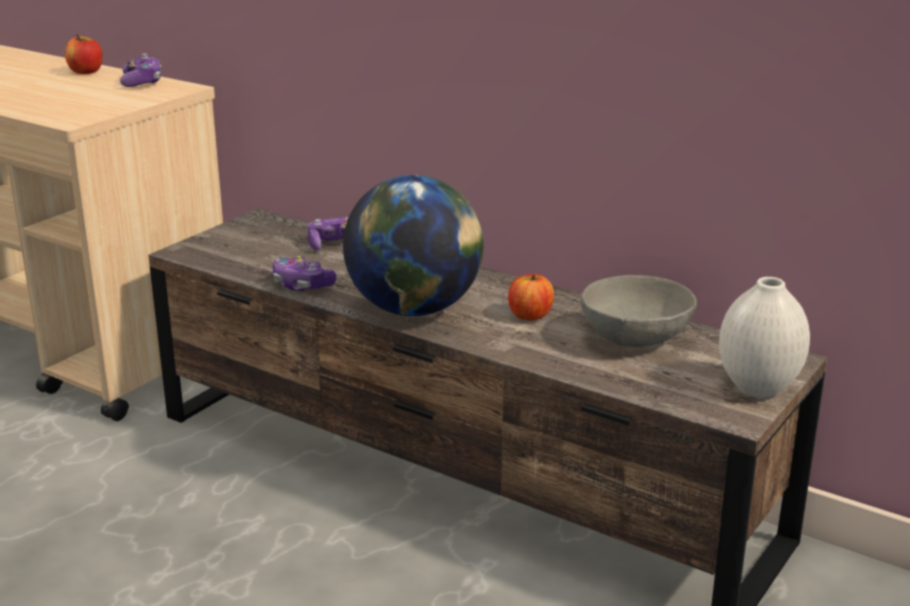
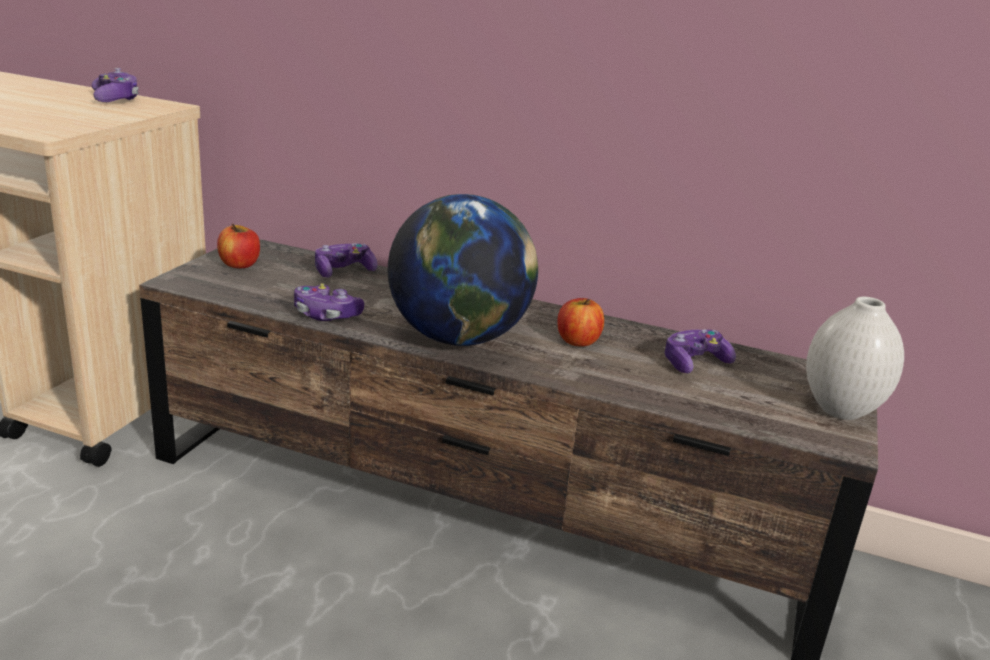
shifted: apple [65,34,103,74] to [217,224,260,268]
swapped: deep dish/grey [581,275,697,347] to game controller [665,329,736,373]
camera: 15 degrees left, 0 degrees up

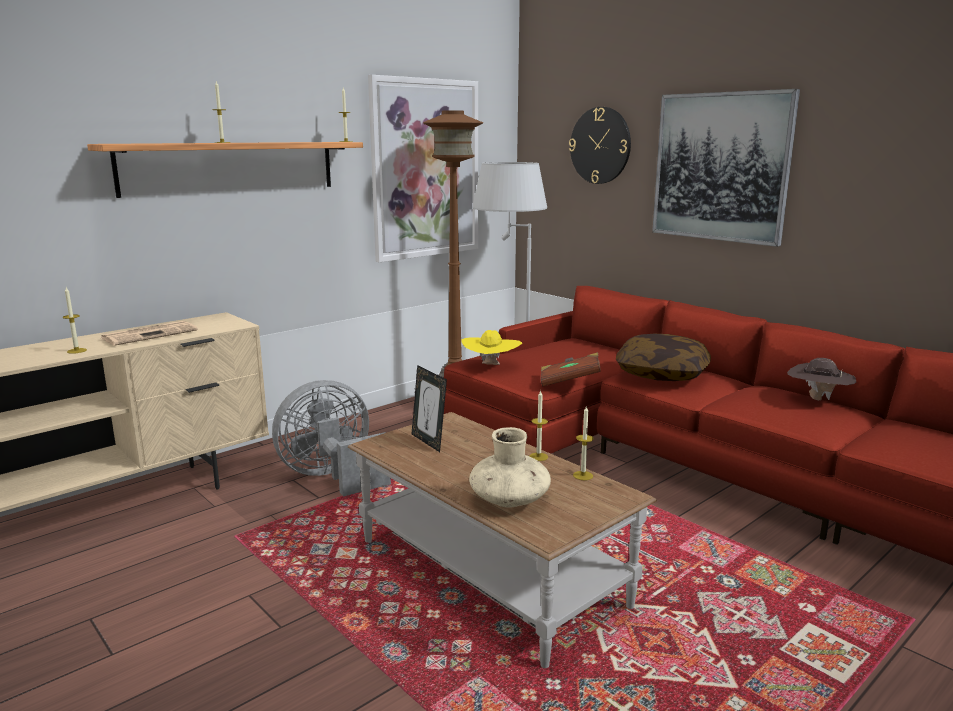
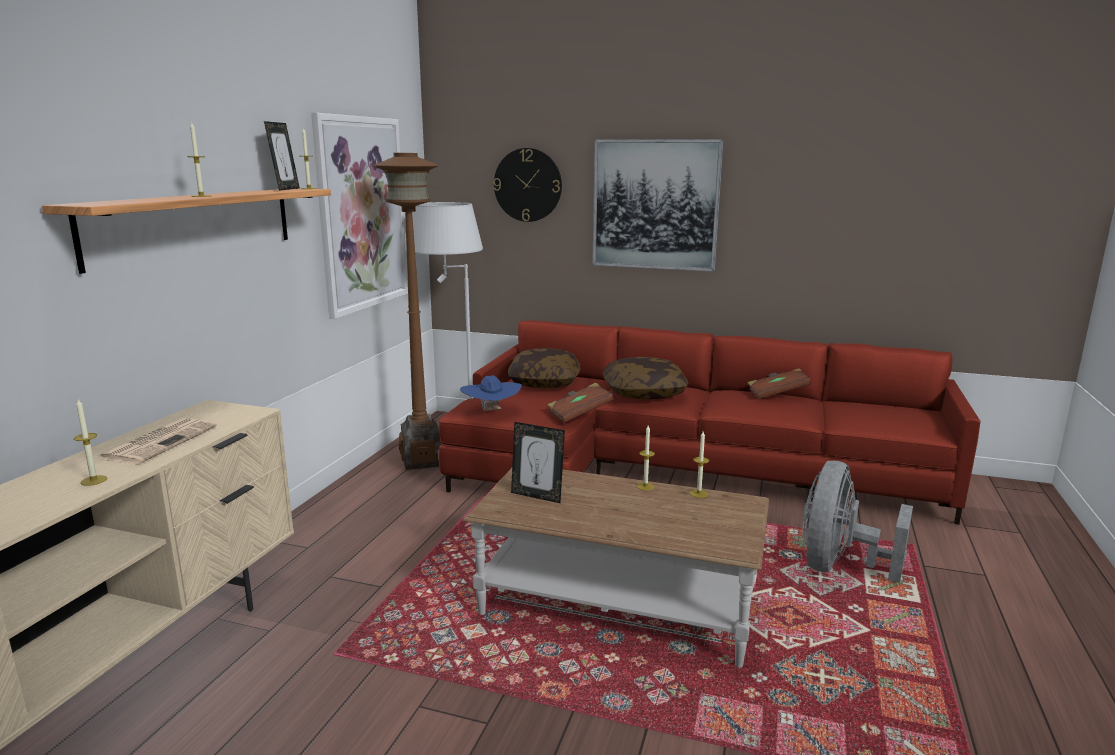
gone: decorative vase/beige-coloured [469,427,551,507]
new: photo frame [264,121,300,191]; cushion [508,348,580,389]
shifted: fan/grey [272,380,391,497] to [802,461,913,583]
swapped: wearable hat/brownish [787,358,856,400] to book/brownish [748,368,811,399]
repainted: wearable hat/yellow [461,330,522,365] to wearable hat/bluish [460,376,522,411]
camera: 30 degrees left, 0 degrees up

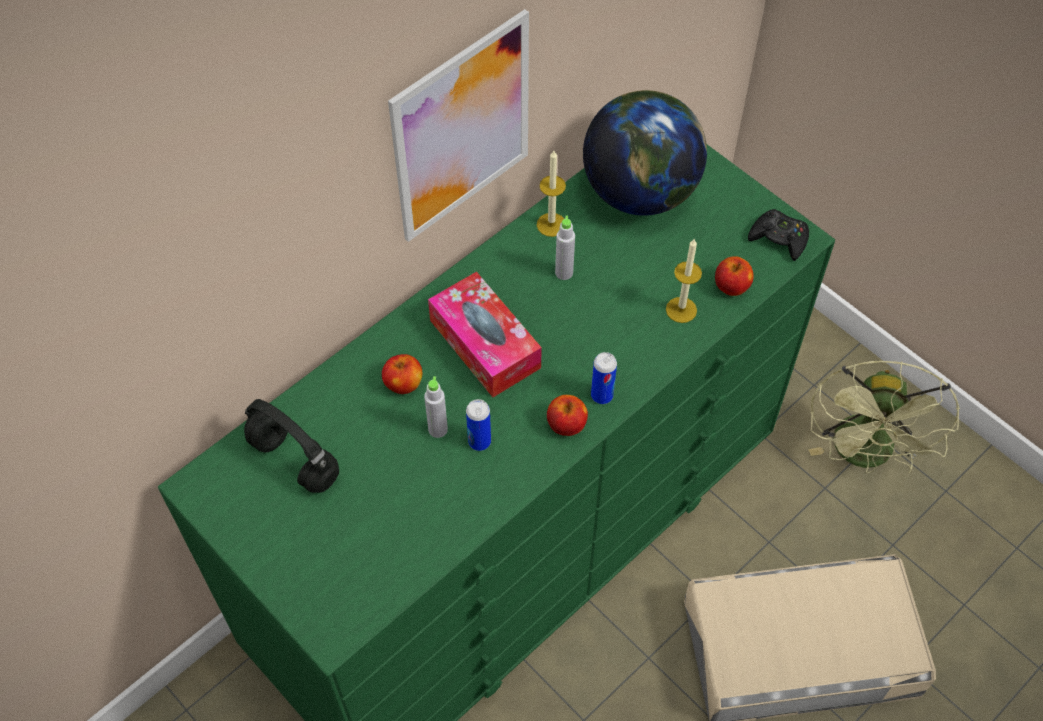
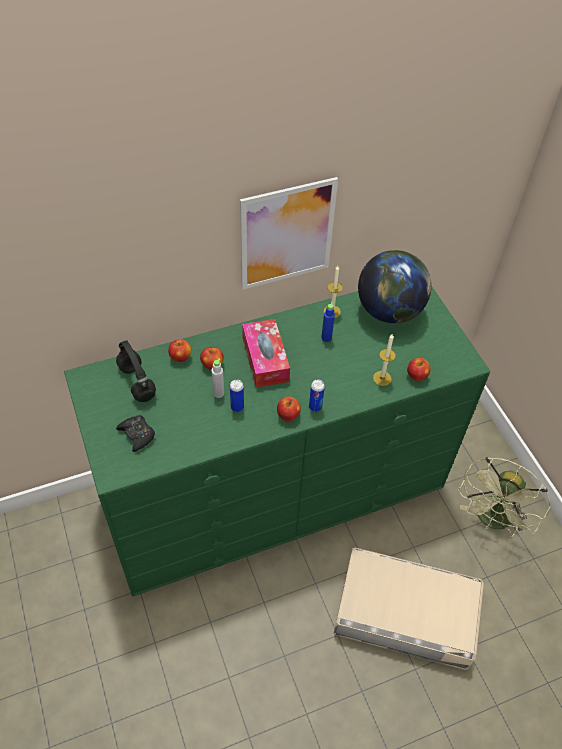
new: apple [168,339,191,362]
shifted: game controller/black [748,209,809,261] to [116,415,155,452]
repainted: drink bottle/grey [555,216,575,280] to drink bottle/bluish [321,303,335,342]
camera: 20 degrees right, 5 degrees down

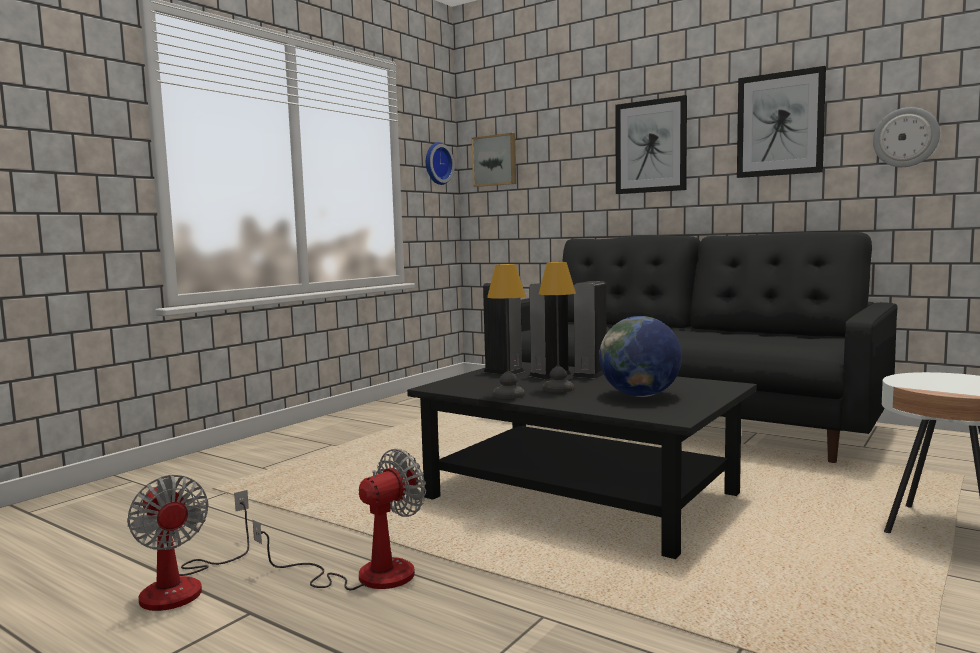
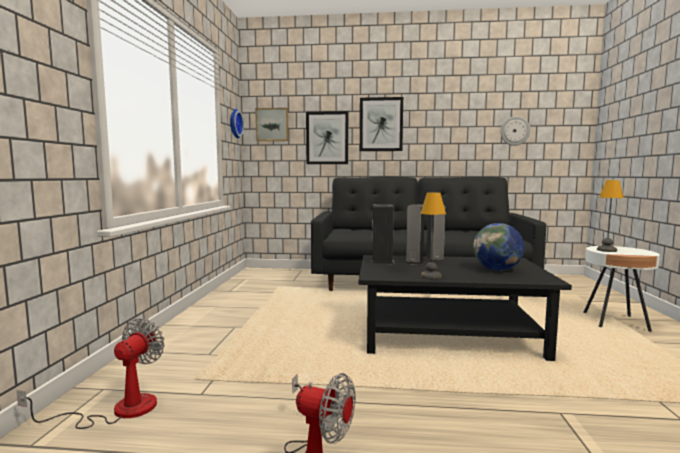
shifted: fan [253,449,426,590] to [16,318,165,429]; lamp for a table [539,262,576,393] to [597,180,624,252]; wall art [737,66,826,178] to [306,111,348,164]
camera: 30 degrees left, 0 degrees up

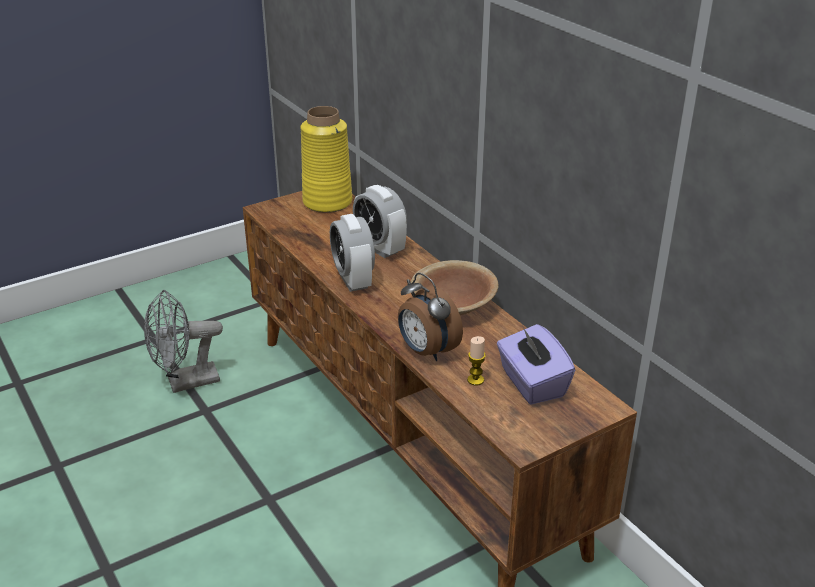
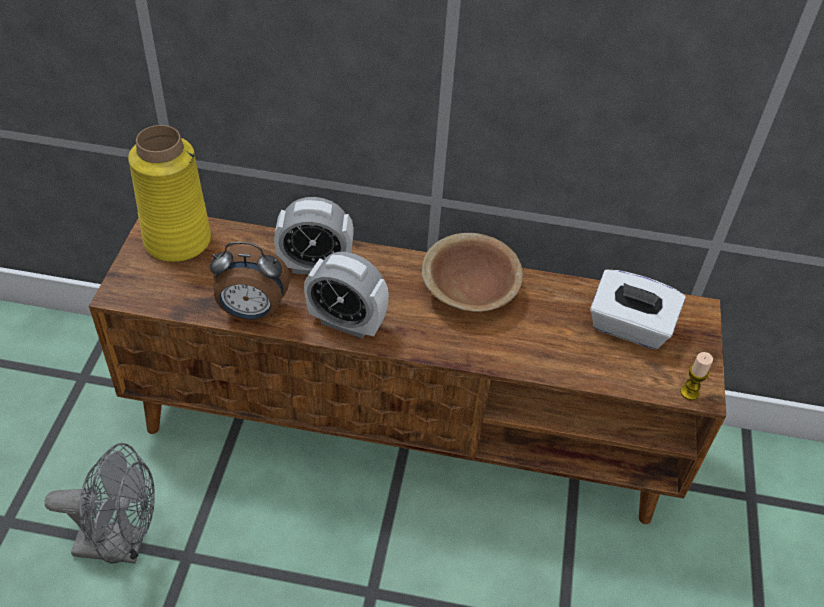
shifted: table clock [398,273,463,361] to [210,242,290,320]; candle [467,336,486,386] to [680,352,713,400]
repainted: box of tissues/purple [497,324,575,404] to box of tissues/whitish [590,269,686,350]
rotated: fan/grey [144,290,223,393] = [45,443,155,564] 105 degrees counterclockwise
camera: 50 degrees left, 15 degrees up

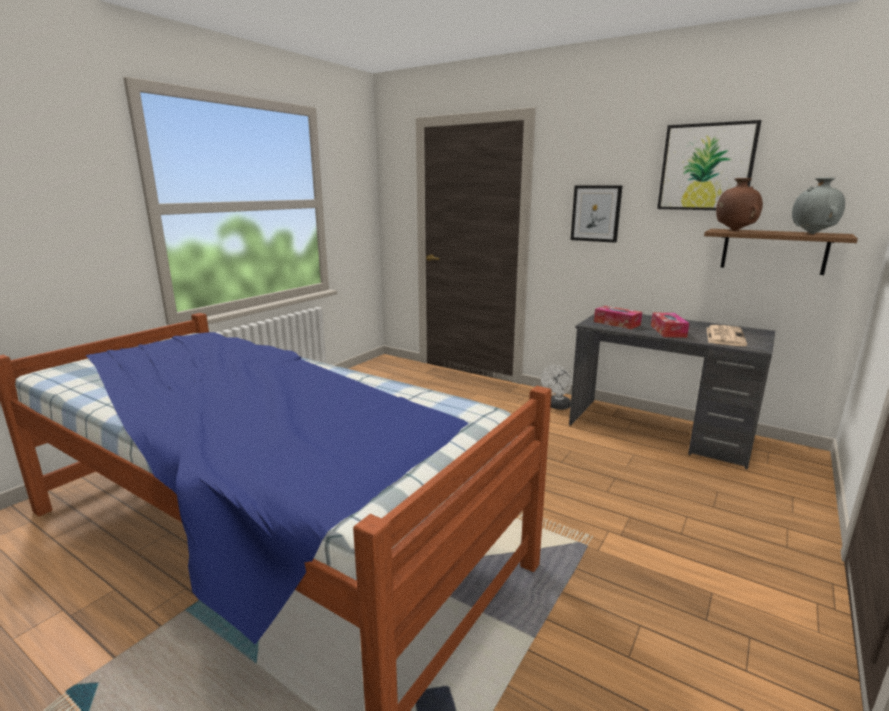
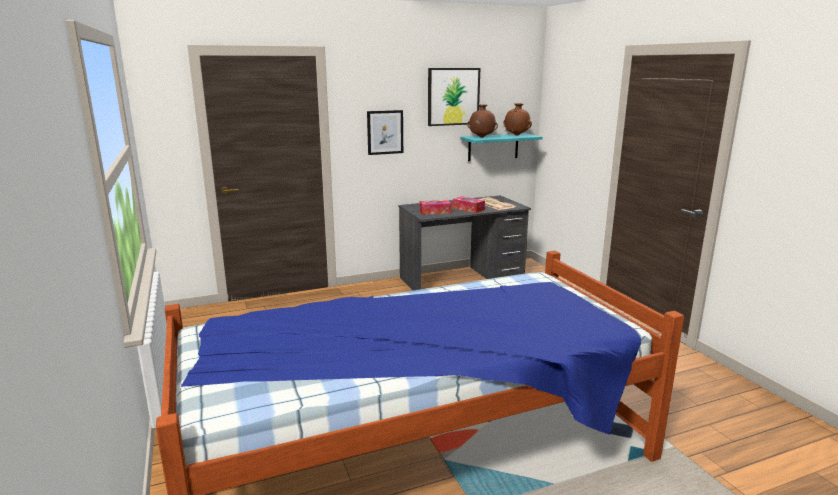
gone: fan/whitish [541,365,572,410]
repainted: wall shelf/brownish [704,229,858,275] to wall shelf/blue-green [460,133,543,161]; decorative vase/grey [792,177,845,234] to decorative vase/brownish [503,103,532,136]
camera: 55 degrees left, 0 degrees up

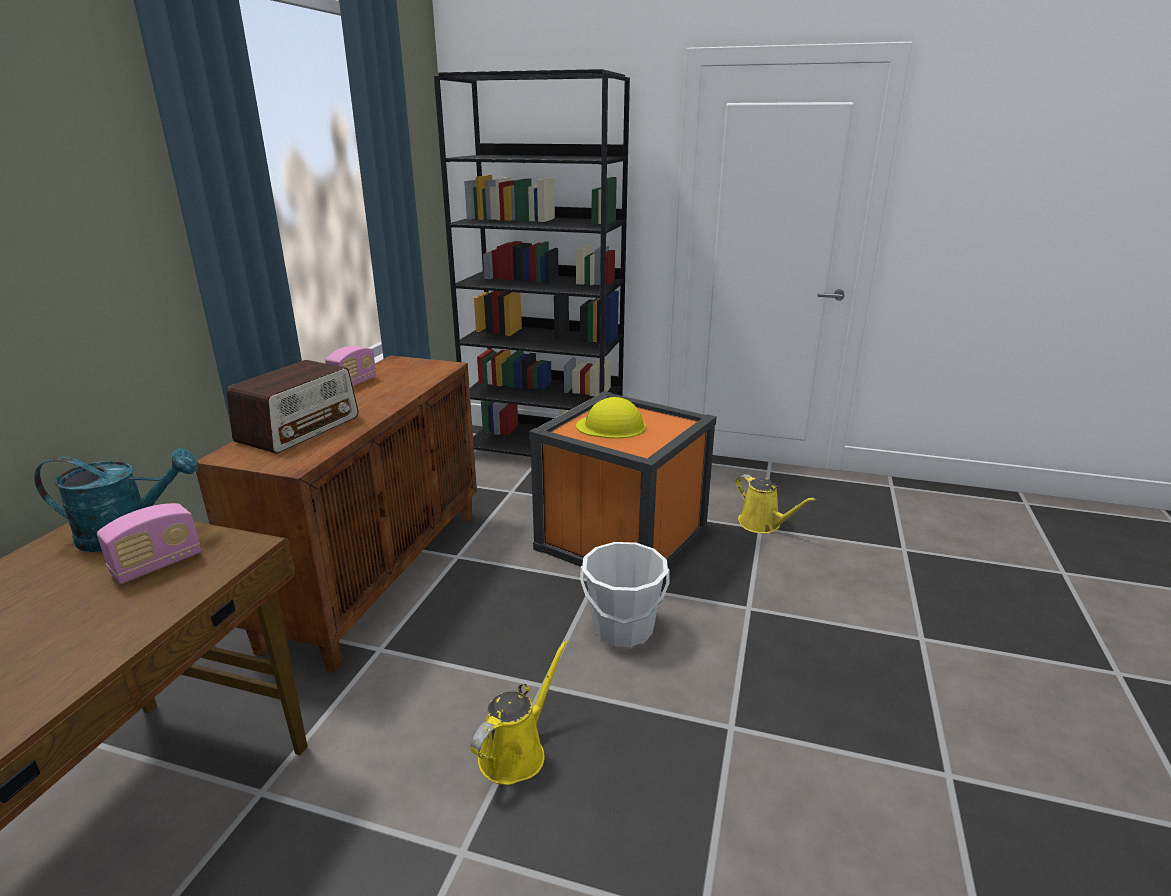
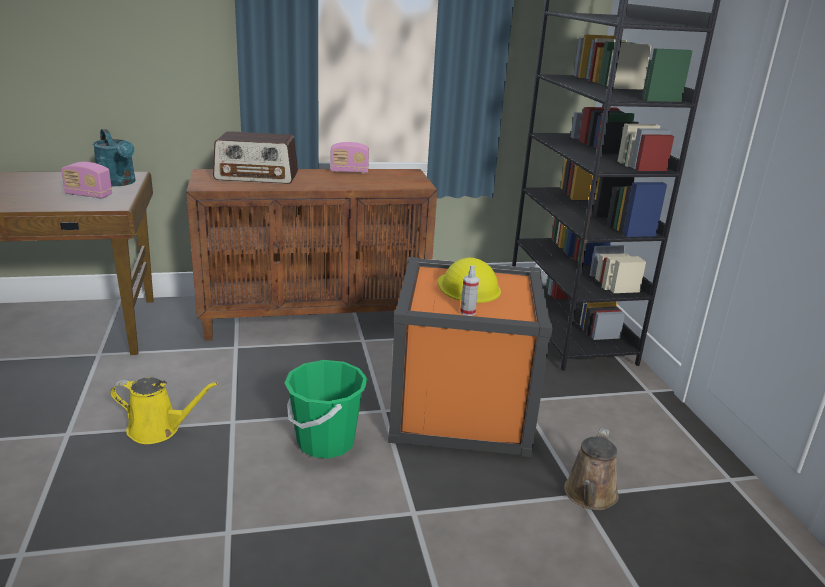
new: hand sprayer [460,265,479,316]
repainted: pail/whitish [580,542,669,647] to pail/green [284,360,367,458]; watering can/yellow [736,474,816,533] to watering can/brownish [564,428,619,510]
camera: 60 degrees right, 0 degrees up

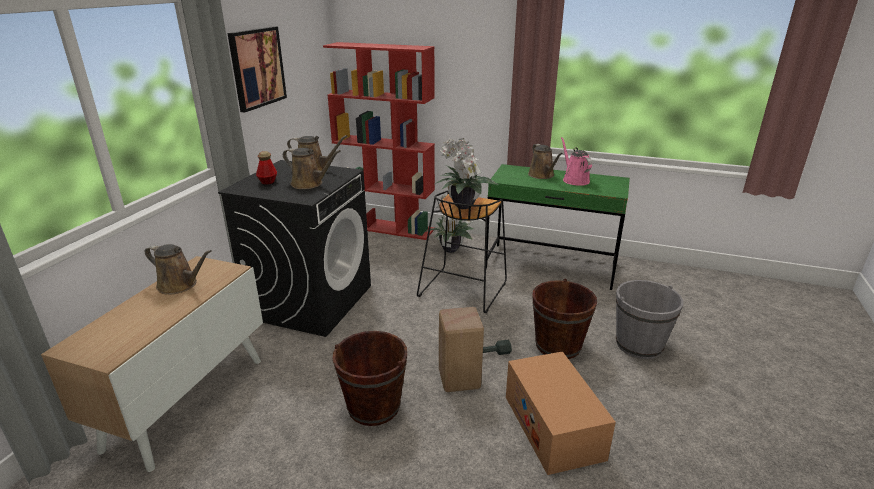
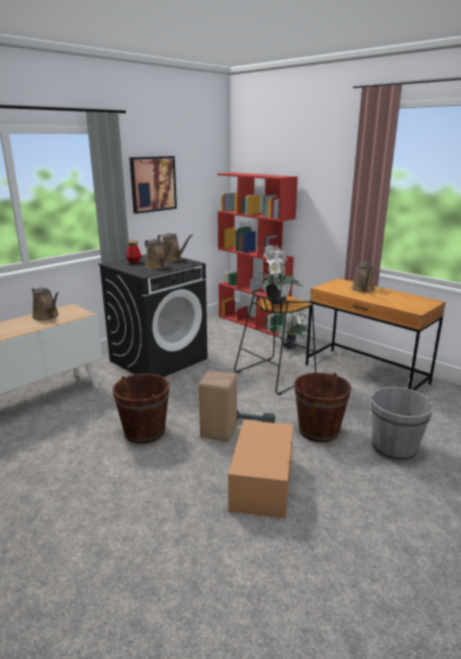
gone: watering can/pink-coloured [561,137,592,186]
repainted: desk/green [486,164,630,290] to desk/brownish [306,278,446,391]
camera: 25 degrees right, 5 degrees down

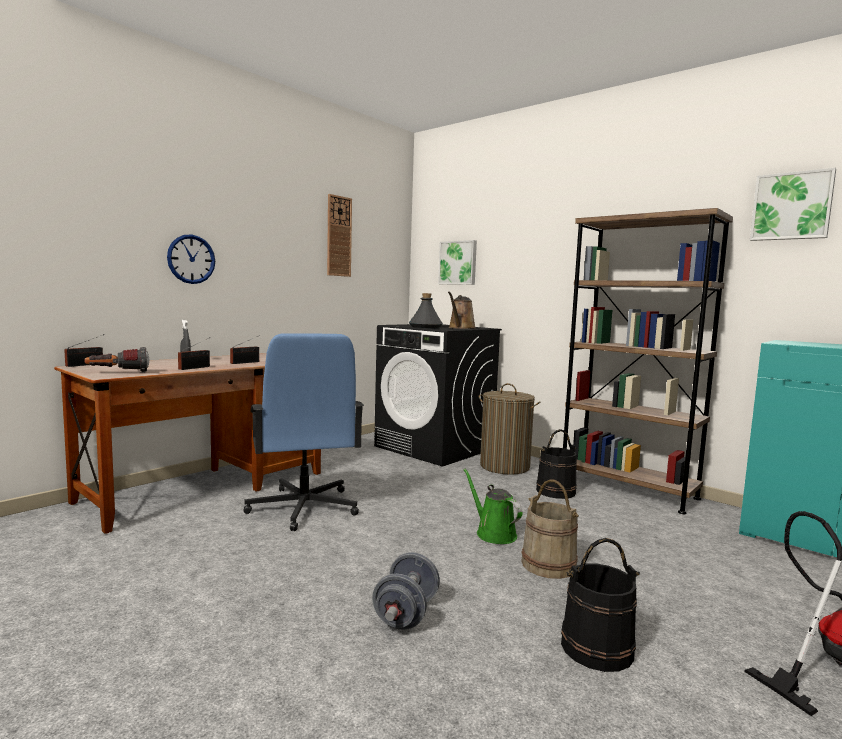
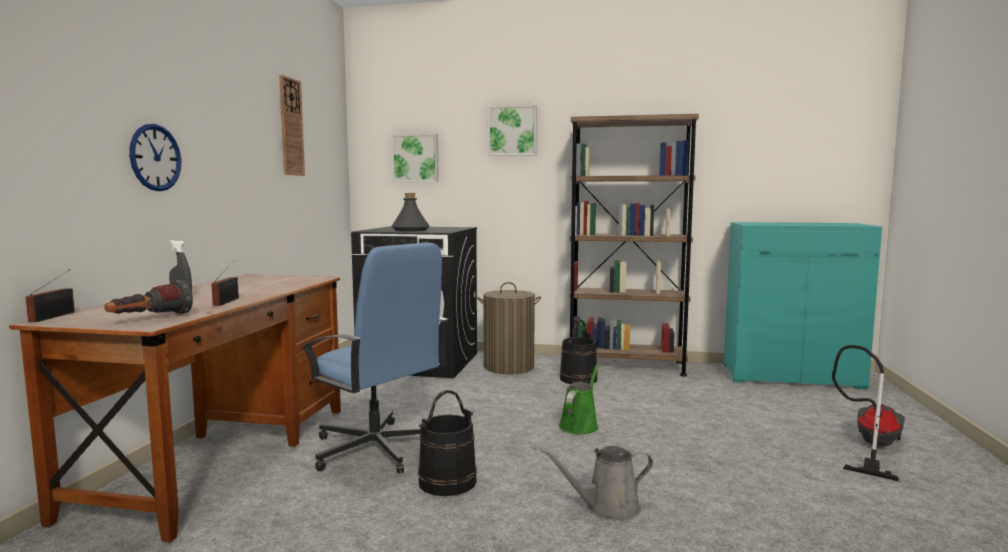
gone: radio [230,335,260,364]; watering can/brownish [448,292,475,329]; pail/beige-coloured [521,480,579,579]
shifted: pail/black [561,538,640,672] to [418,390,477,496]; wall art [750,168,836,241] to [488,105,537,156]
swapped: free weight/grey [372,552,440,630] to watering can/grey [540,446,653,520]
rotated: watering can/green [463,469,523,544] = [558,364,599,434] 90 degrees clockwise
camera: 30 degrees left, 0 degrees up

